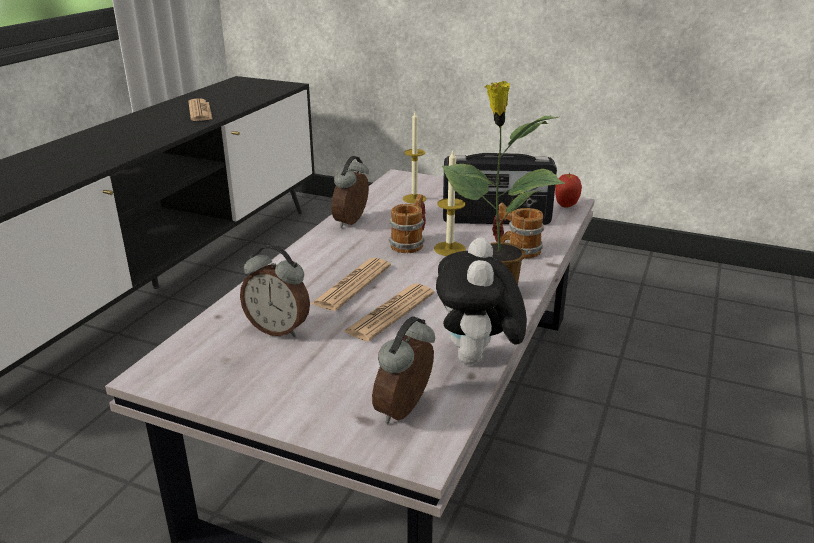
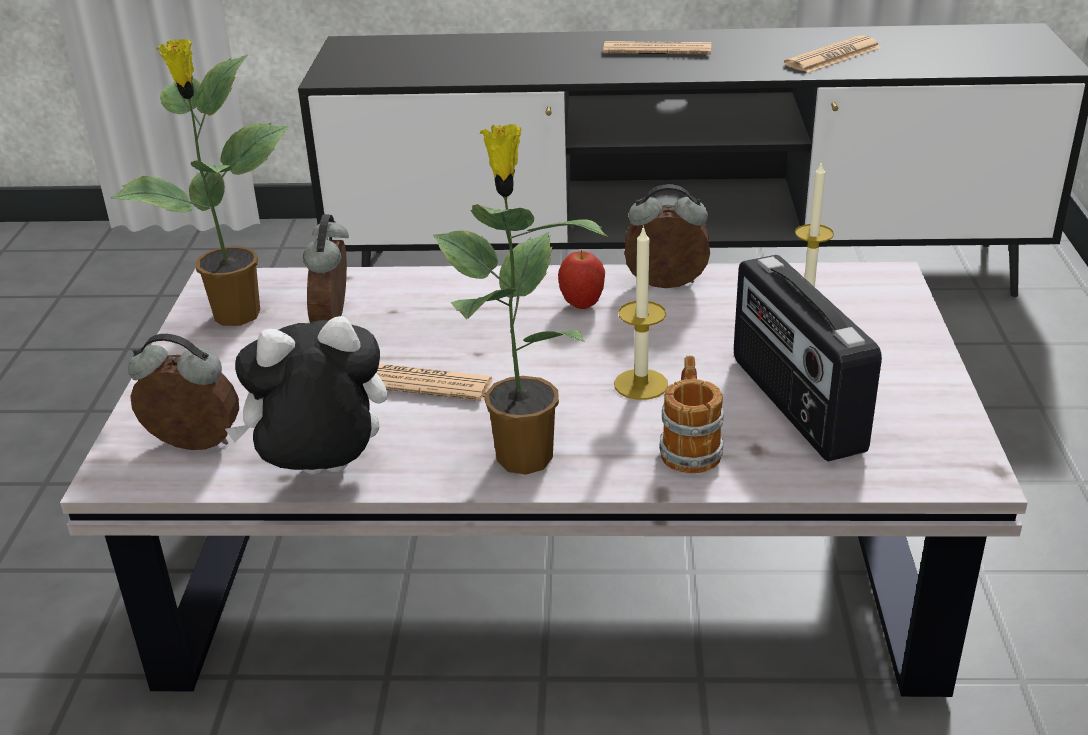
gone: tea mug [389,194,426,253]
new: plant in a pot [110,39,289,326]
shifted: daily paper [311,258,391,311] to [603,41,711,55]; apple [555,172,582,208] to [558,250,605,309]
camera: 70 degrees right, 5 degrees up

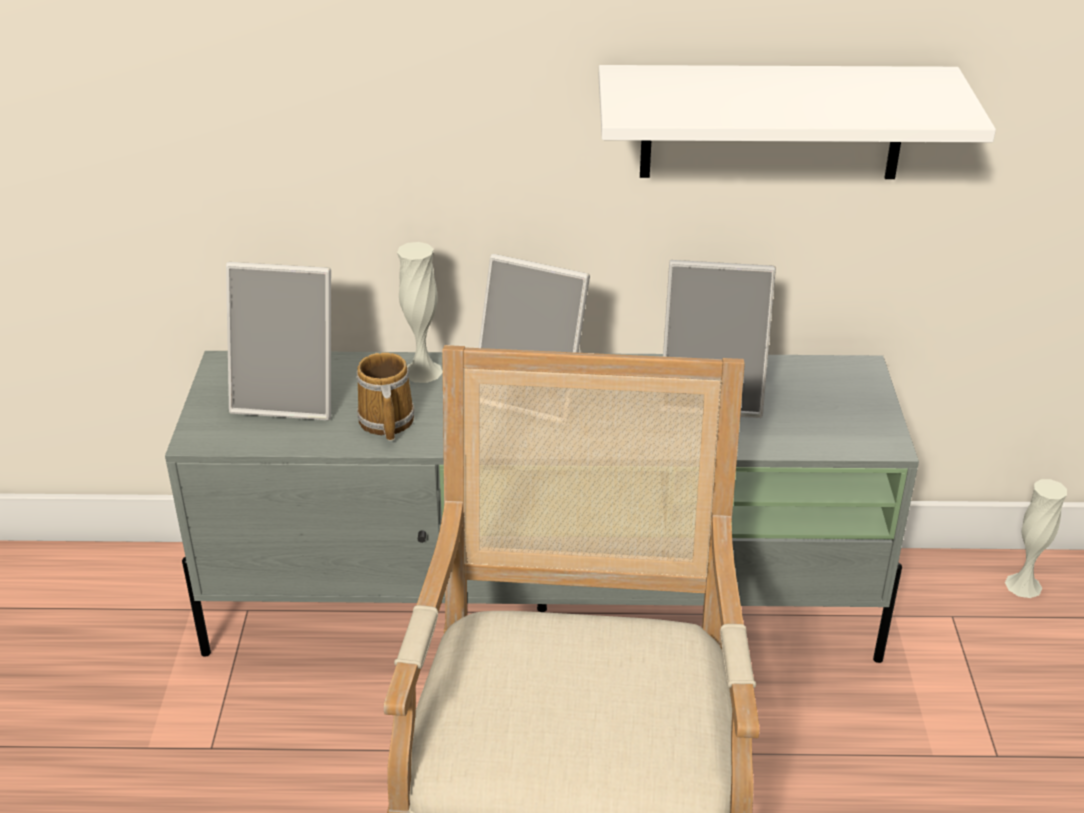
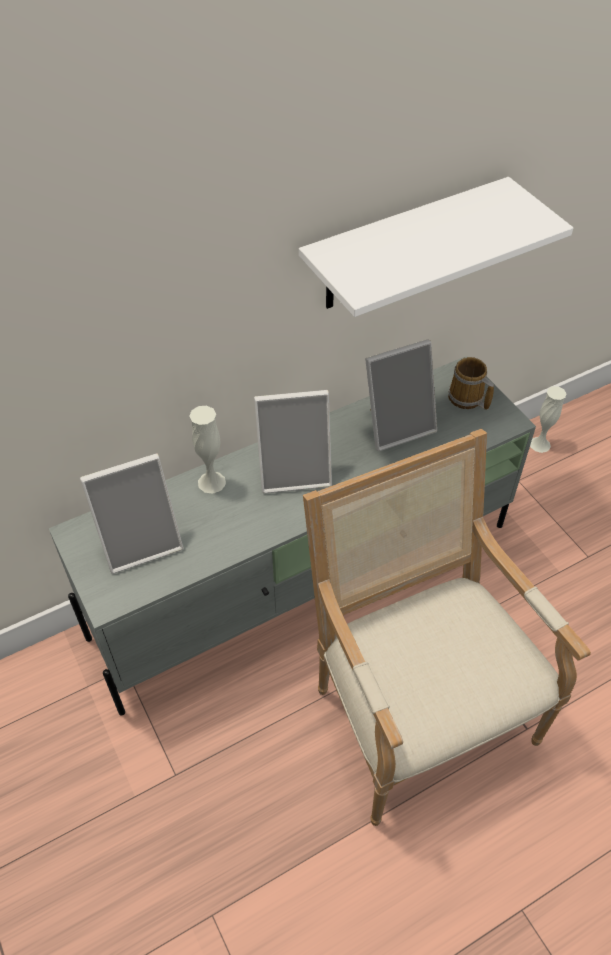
shifted: tea mug [356,352,415,441] to [448,357,494,410]
camera: 30 degrees left, 15 degrees up

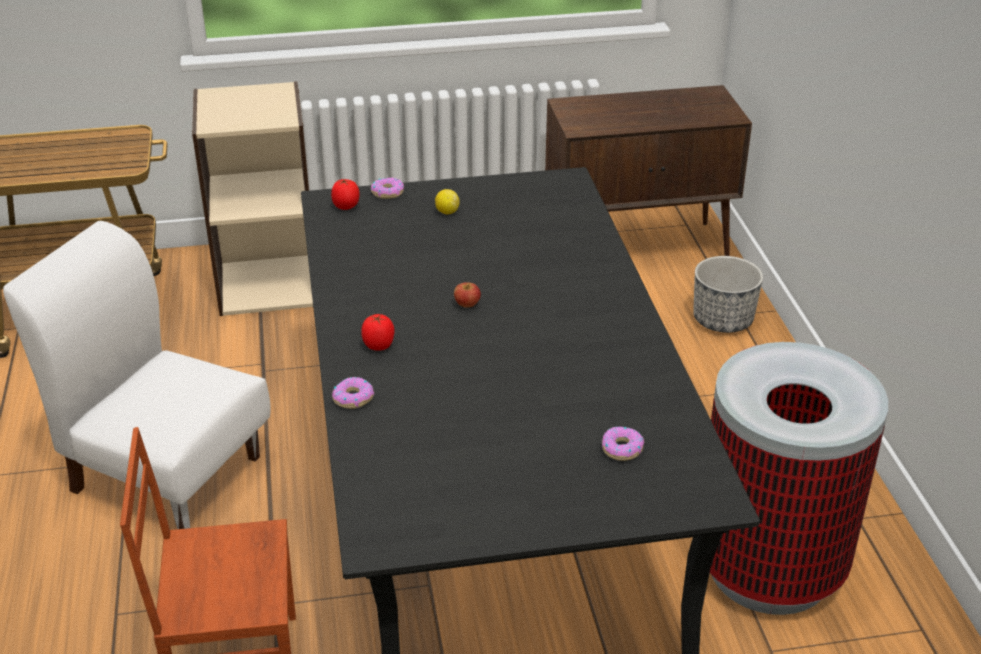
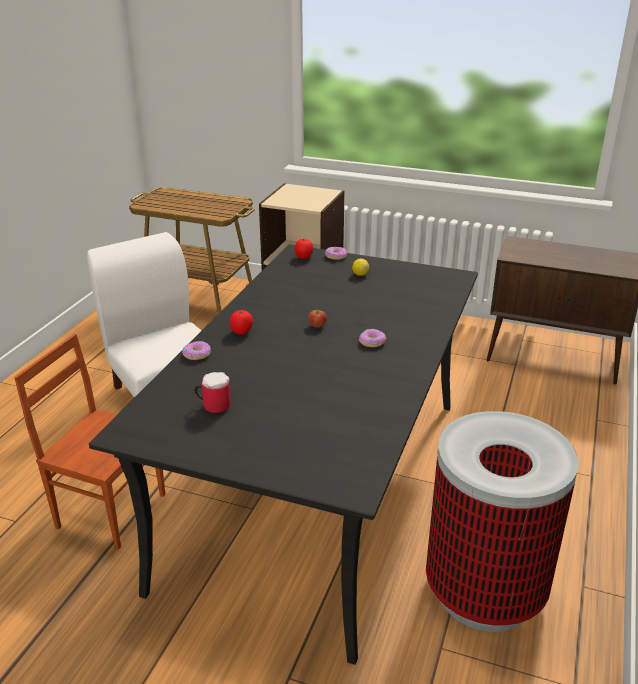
gone: flower pot [693,256,763,333]
new: tea mug [194,372,230,413]
shifted: donut [602,426,644,461] to [359,329,386,347]
camera: 30 degrees right, 5 degrees down

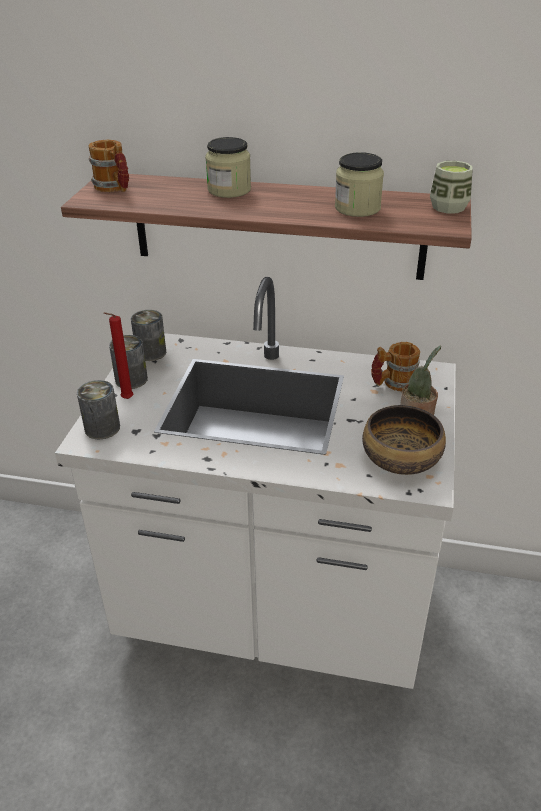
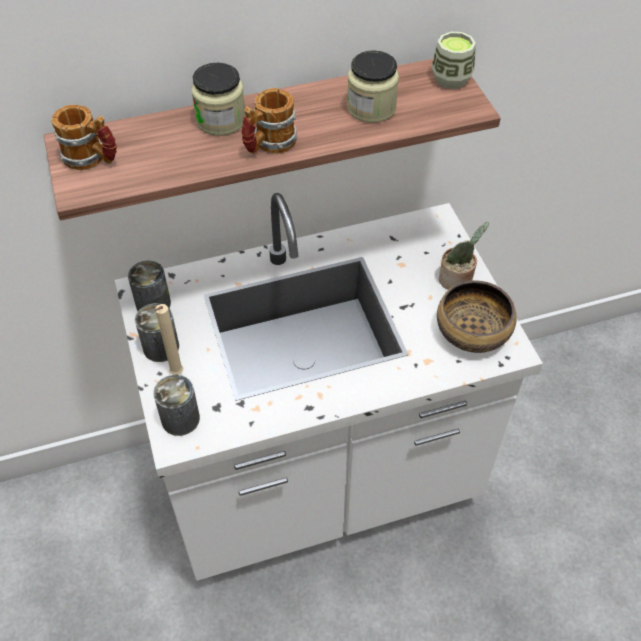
shifted: tea mug [371,342,420,391] to [242,88,297,154]
repainted: candle/reddish [104,312,134,399] to candle/beige-coloured [155,304,183,375]
camera: 30 degrees left, 15 degrees up

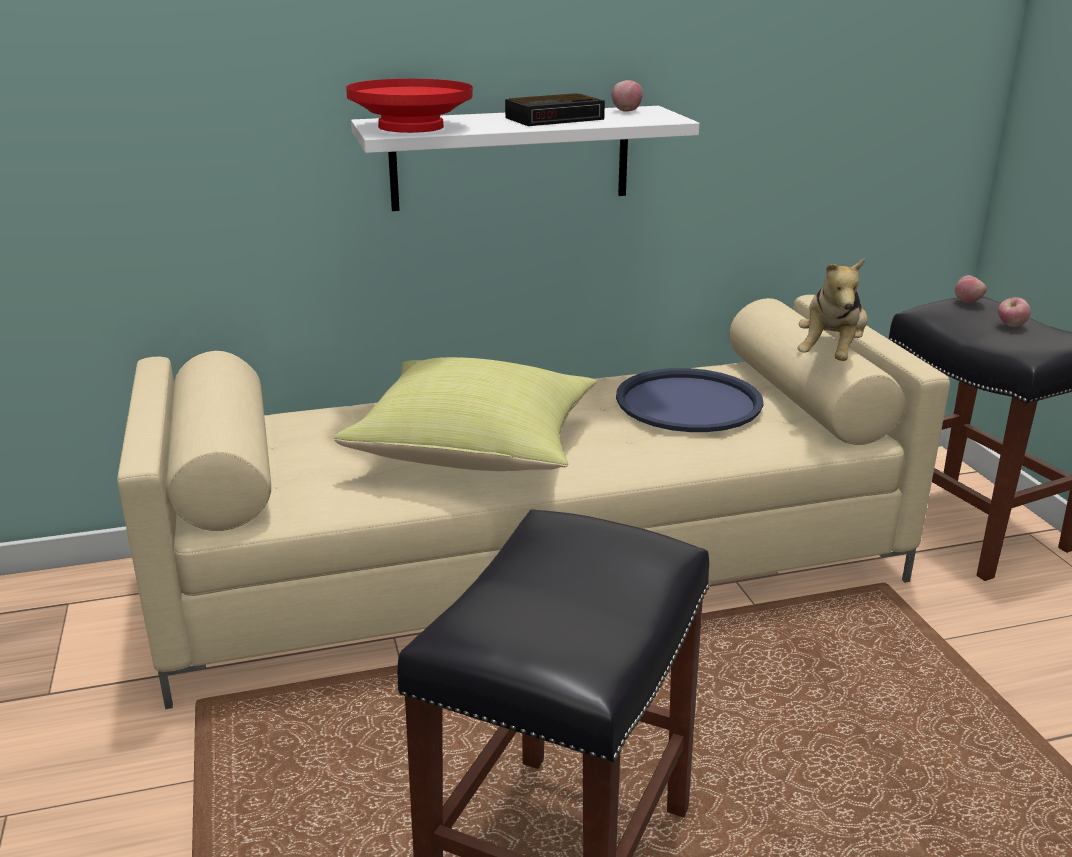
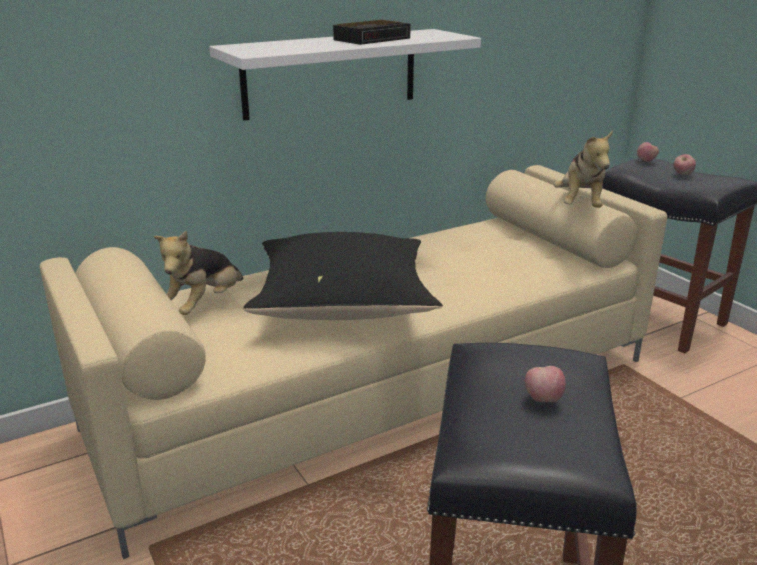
gone: deep dish/reddish [346,79,473,133]; tray/bluish [616,368,764,432]
new: soft toy [154,231,243,315]
shifted: apple [612,80,643,112] to [525,366,566,402]
repainted: cushion/yellow [334,357,597,471] to cushion/black [243,232,443,320]
camera: 15 degrees left, 0 degrees up

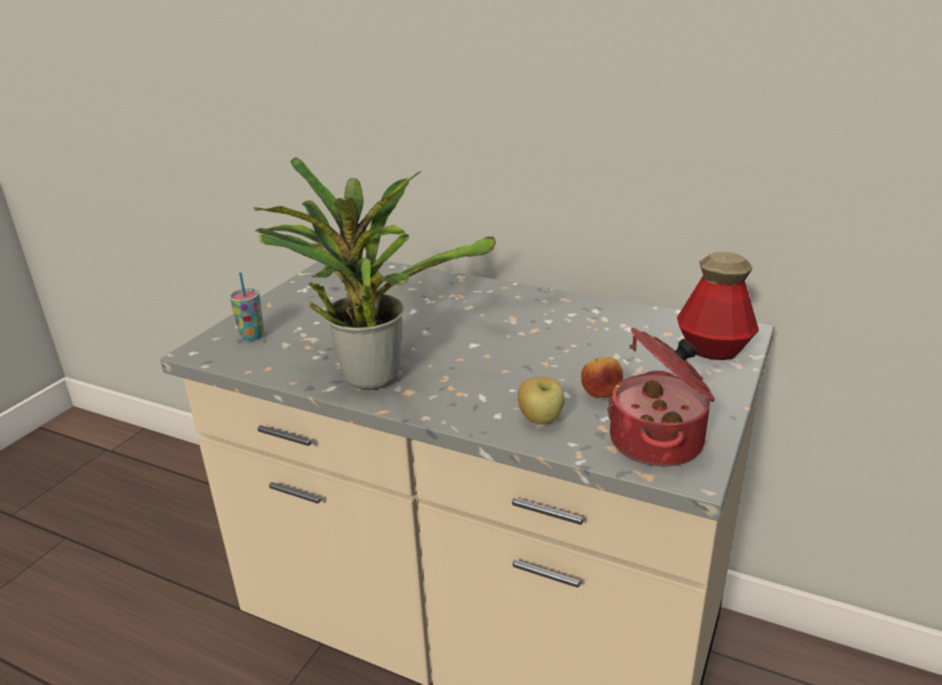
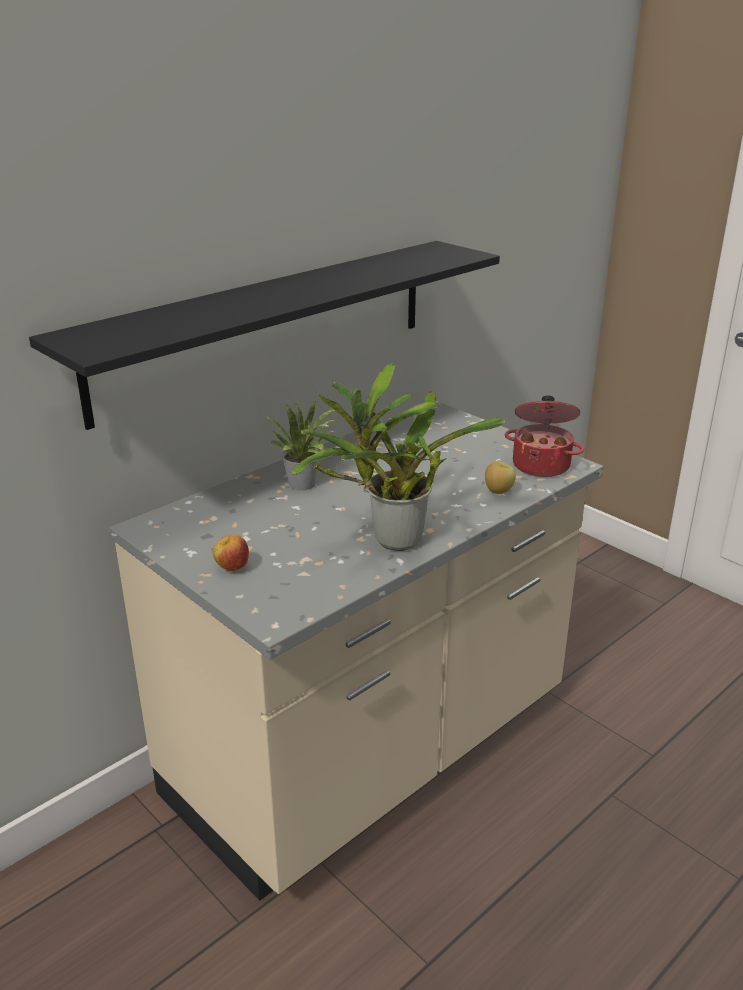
gone: small cup [229,272,264,341]; drink bottle [677,252,759,360]
new: wall shelf/black [29,241,500,430]; plant in a pot [264,401,335,490]
shifted: apple [581,357,623,398] to [213,535,249,571]
camera: 70 degrees left, 0 degrees up

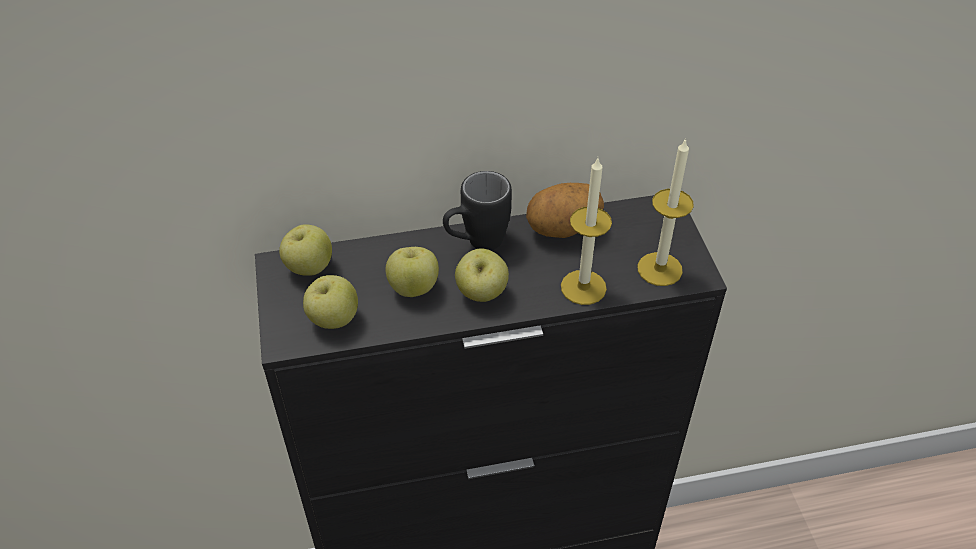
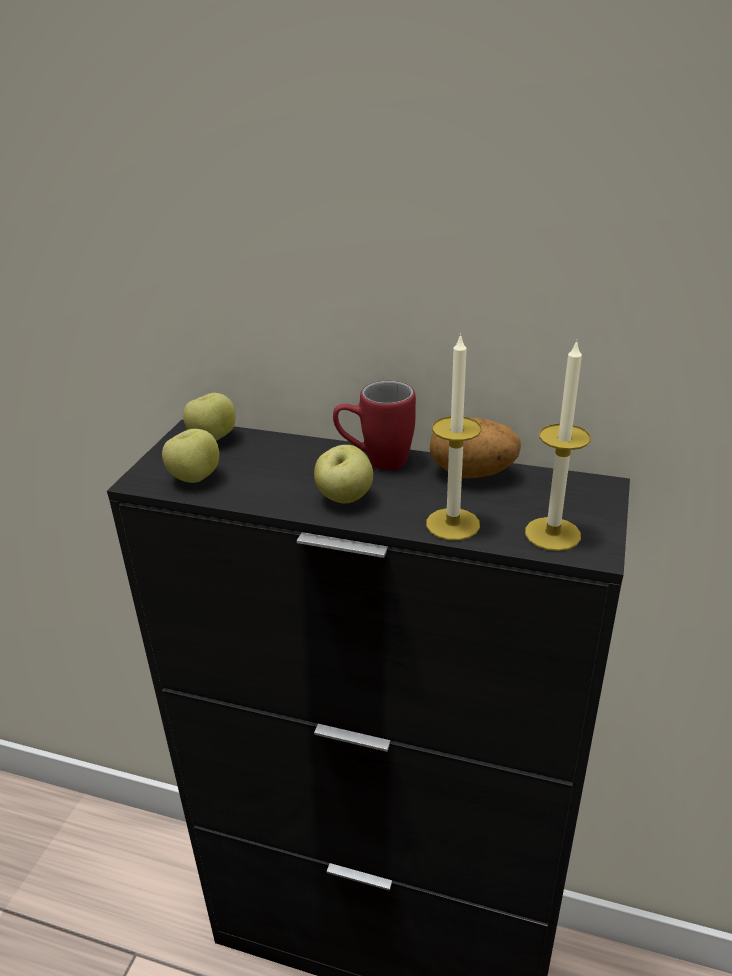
gone: apple [386,247,439,297]
repainted: tea mug/black [443,171,512,250] to tea mug/reddish [333,381,416,470]
camera: 30 degrees right, 15 degrees down

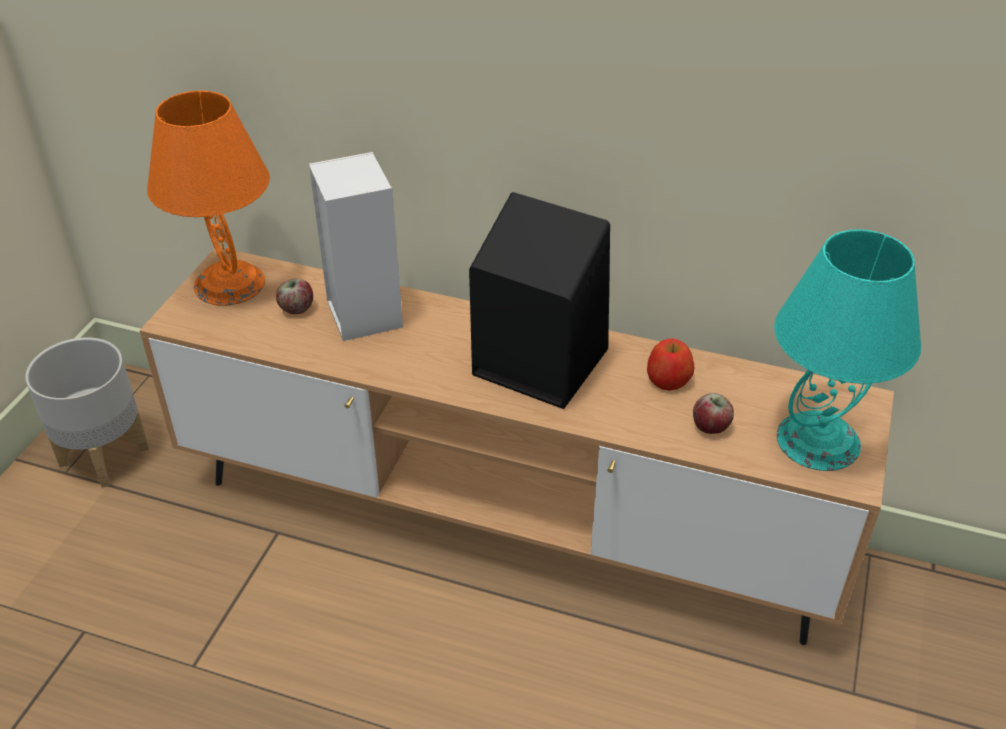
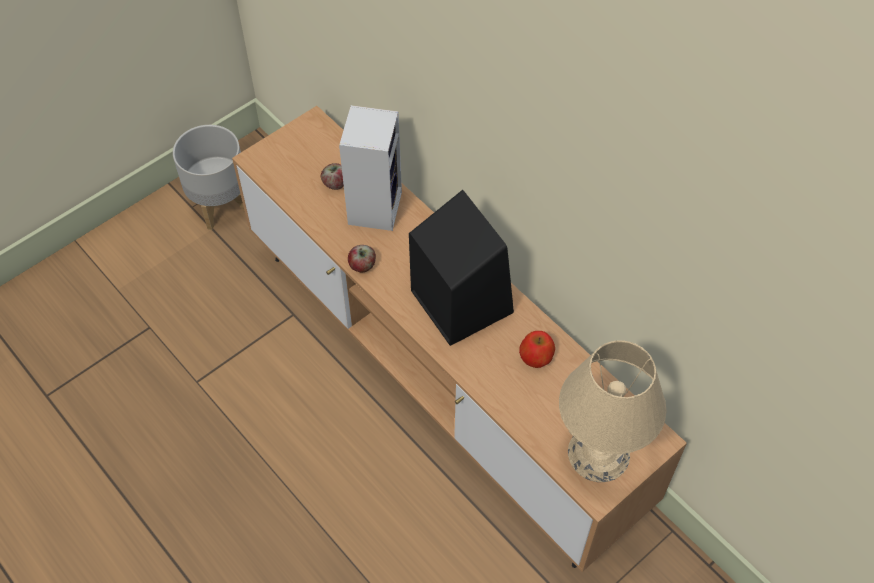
gone: lamp for a table/orangey [147,91,270,306]
shifted: apple [693,393,734,434] to [348,245,376,273]
repainted: lamp for a table/blue-green [774,229,921,471] to lamp for a table/beige-coloured [559,340,666,482]
camera: 30 degrees right, 15 degrees up

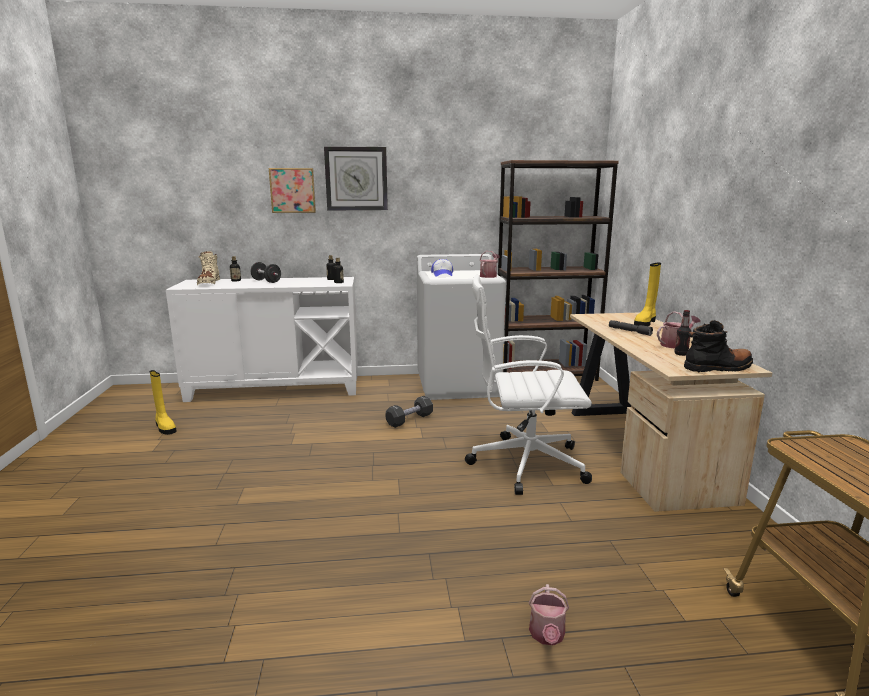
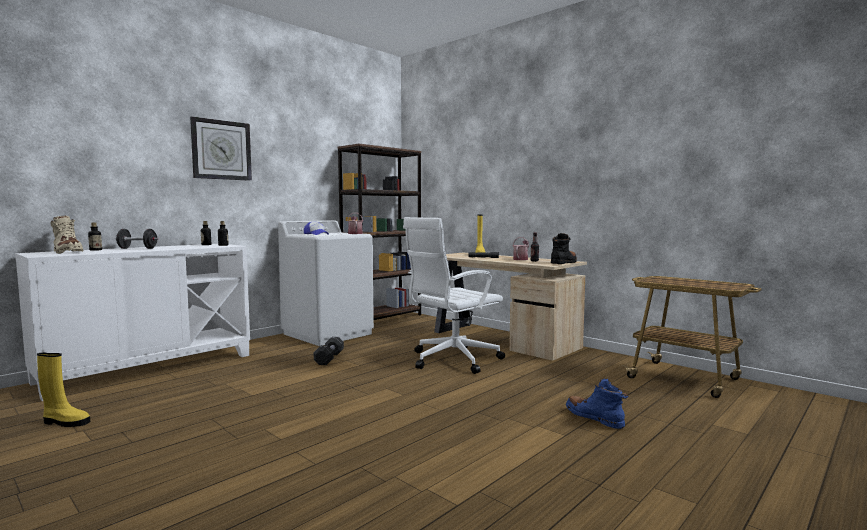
gone: wall art [269,168,316,213]
swapped: watering can [529,584,569,646] to boot/bluish [566,378,628,429]
camera: 40 degrees left, 10 degrees down

